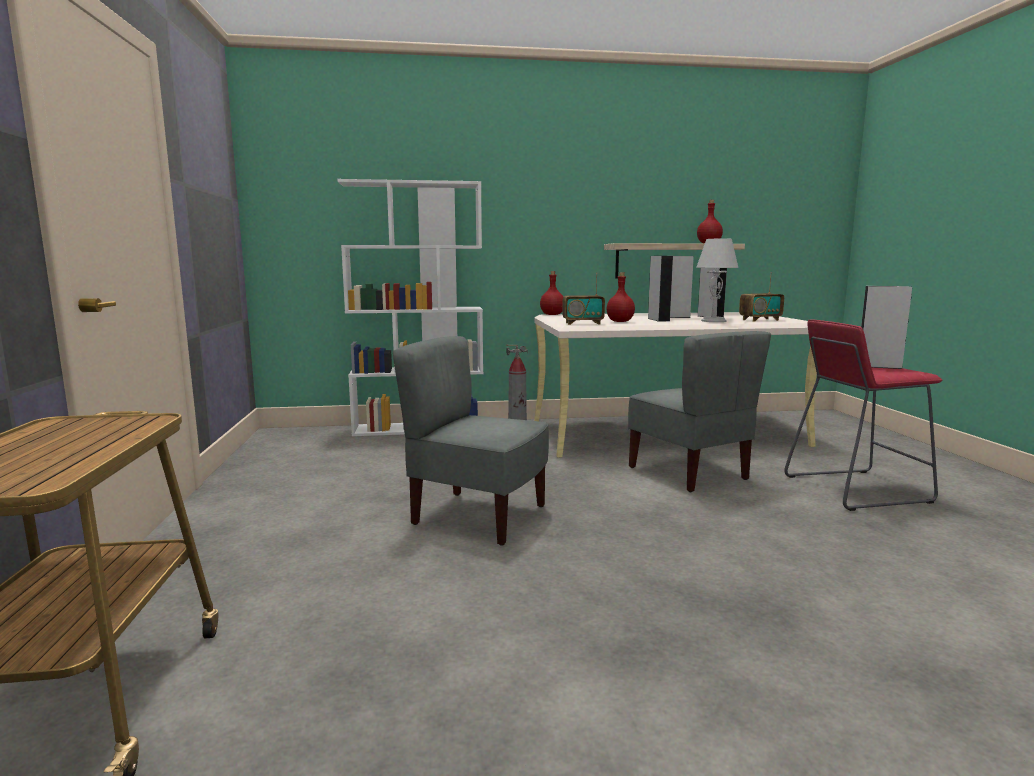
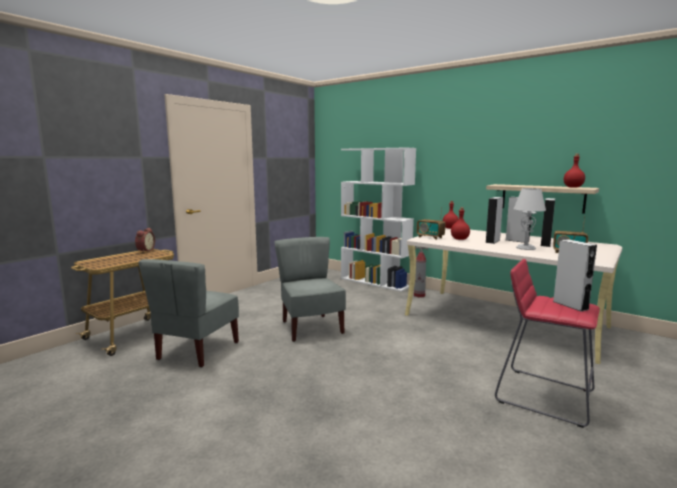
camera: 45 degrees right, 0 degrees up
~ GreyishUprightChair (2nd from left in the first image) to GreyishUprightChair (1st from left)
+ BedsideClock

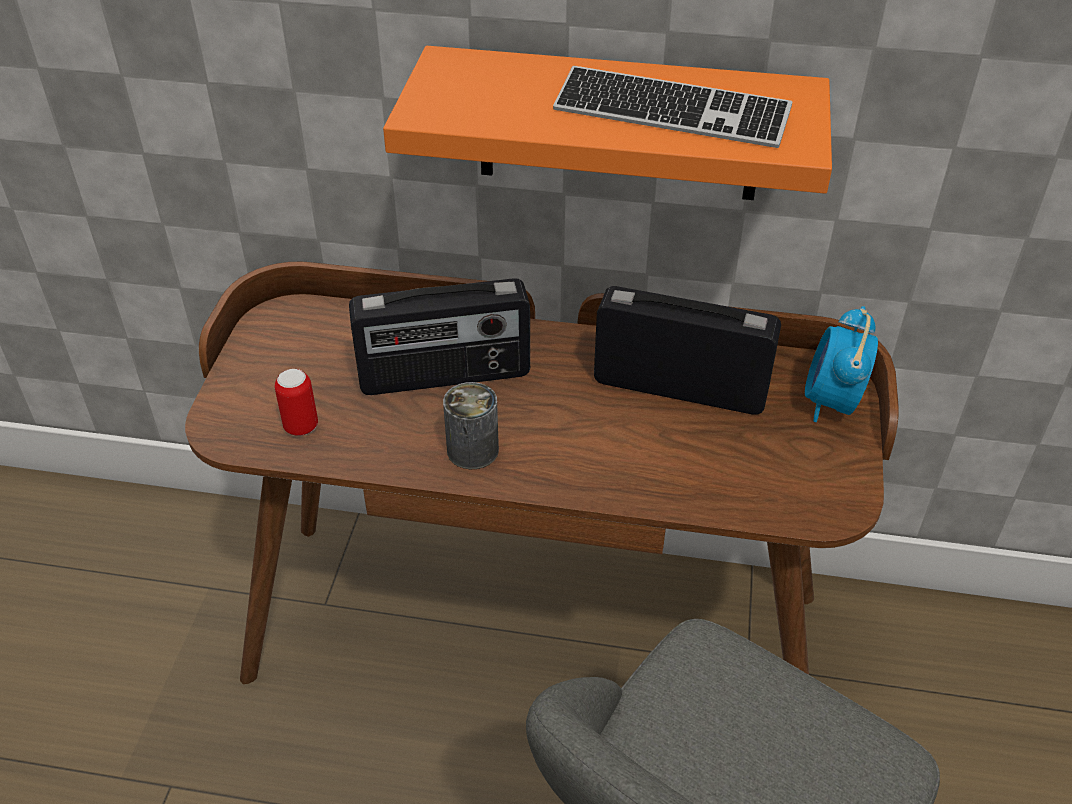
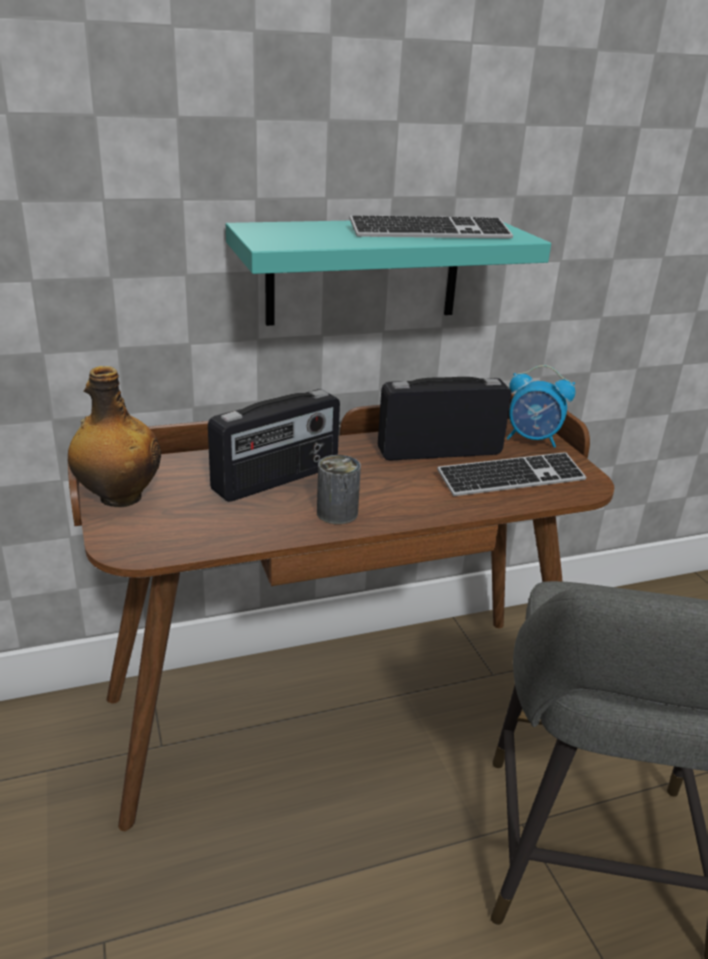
camera: 30 degrees left, 15 degrees down
~ OrangeColouredWallShelf to BlueGreenWallShelf
~ BedsideClock 60 degrees counterclockwise
- SealedCan (1st from left)
+ BeverageBottle
+ PcKeyboard (2nd from left)

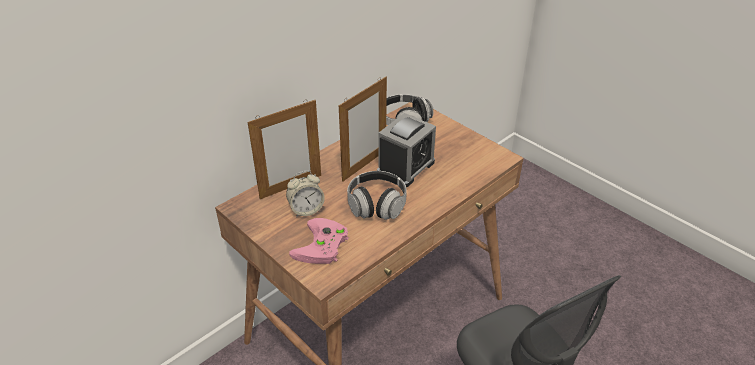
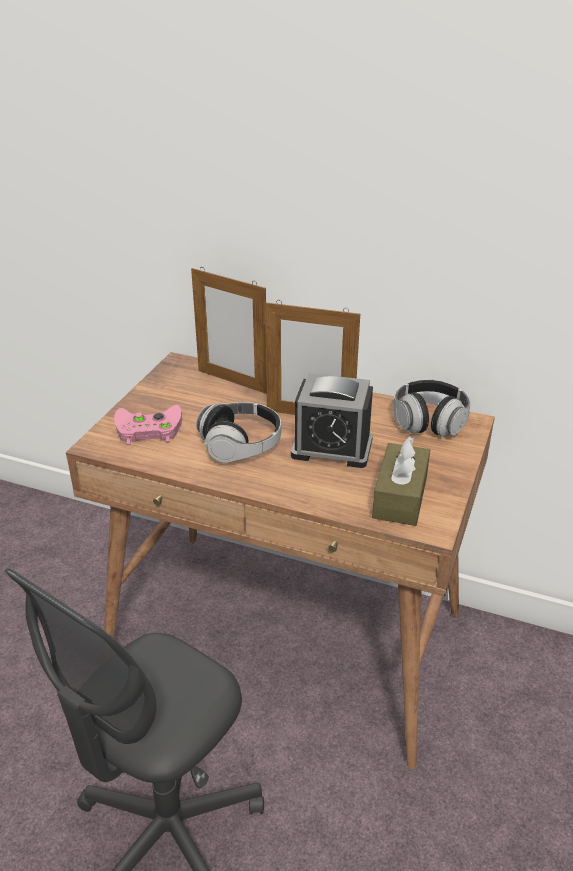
camera: 65 degrees right, 5 degrees down
- BedsideClock (1st from left)
+ BrownTissueBox

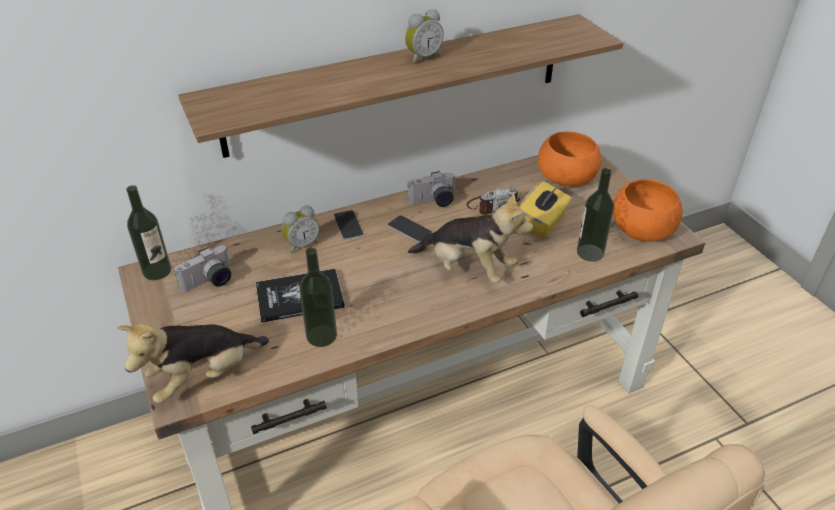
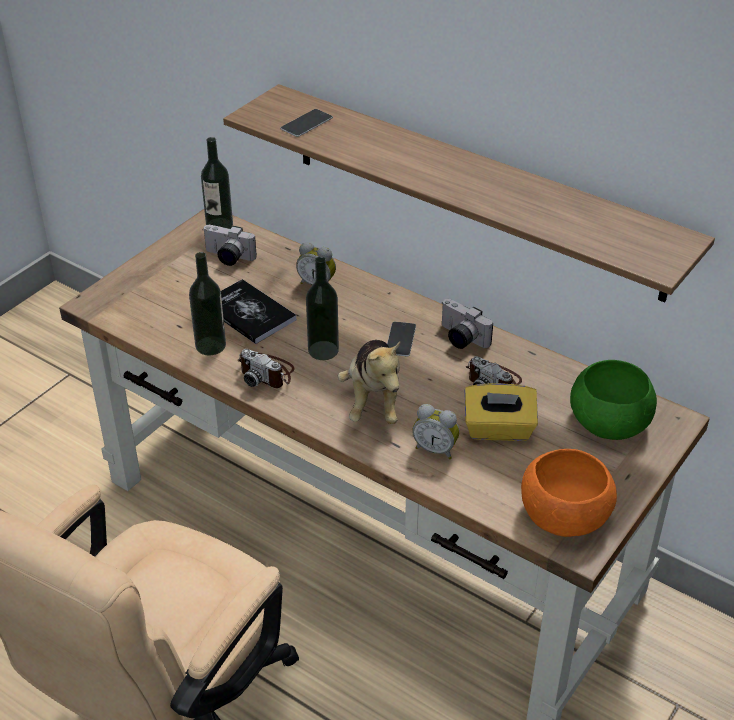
camera: 60 degrees right, 0 degrees up
~ BedsideClock (2nd from left)
~ OrangeColouredBowl (1st from left) to GreenishBowl
~ BeverageBottle (3rd from left)
~ Telephone (1st from left)
- SoftToy (1st from left)
+ PhotoCamera (2nd from left)

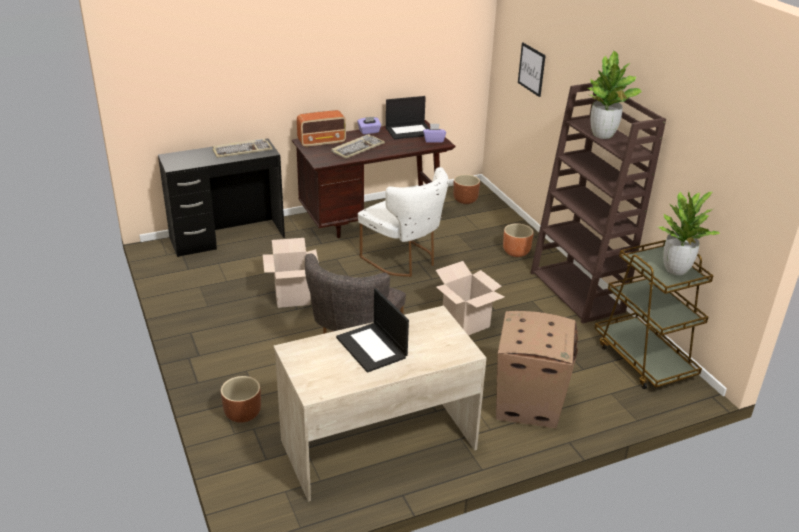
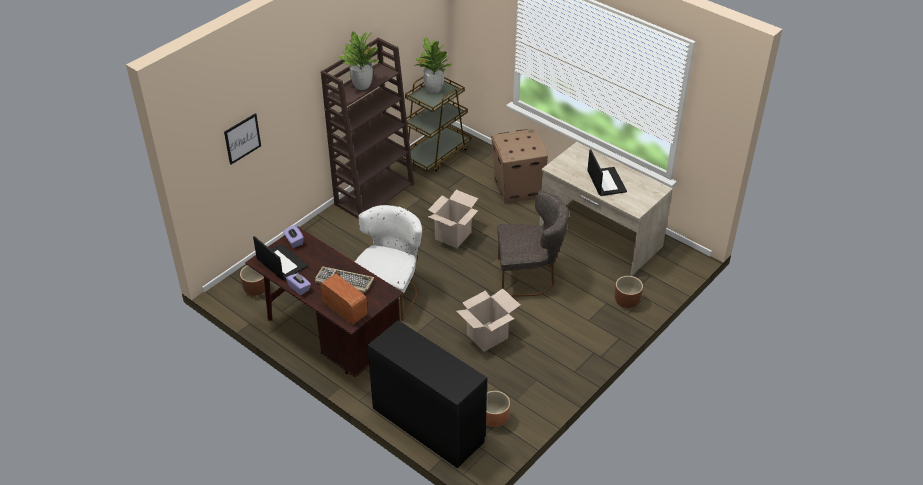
camera: 115 degrees left, 10 degrees up
- PcKeyboard (1st from left)
~ BrownFlowerPot (3rd from left in the first image) to BrownFlowerPot (2nd from left)
~ PortableComputer (1st from left in the first image) 45 degrees counterclockwise

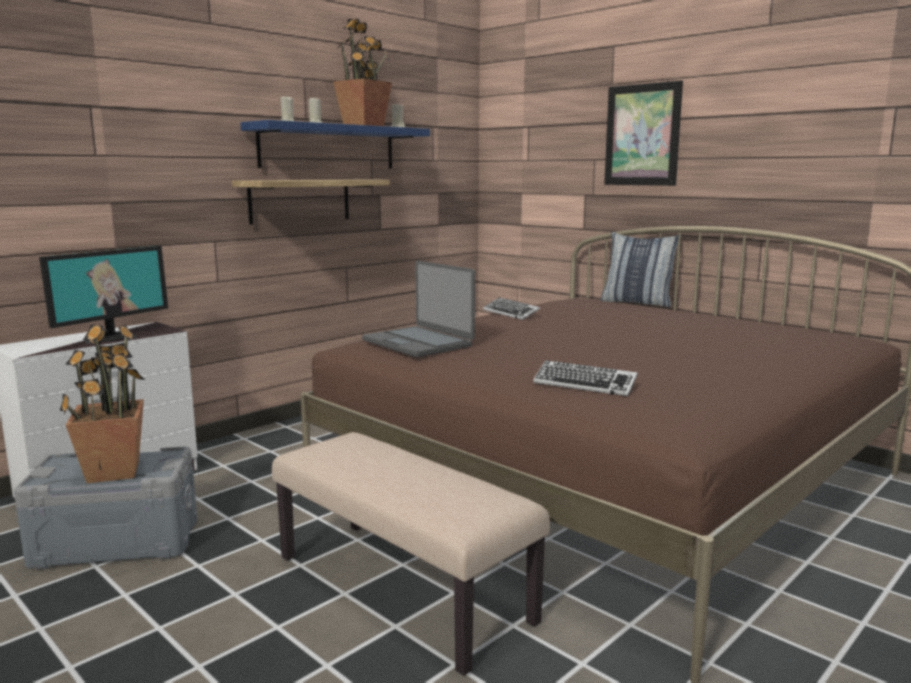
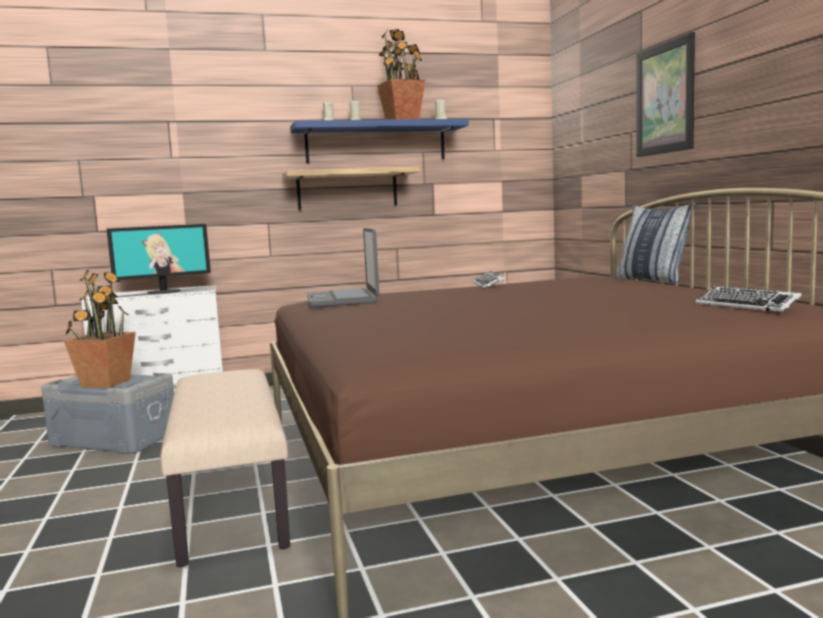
camera: 30 degrees right, 5 degrees down
~ PcKeyboard (2nd from left)

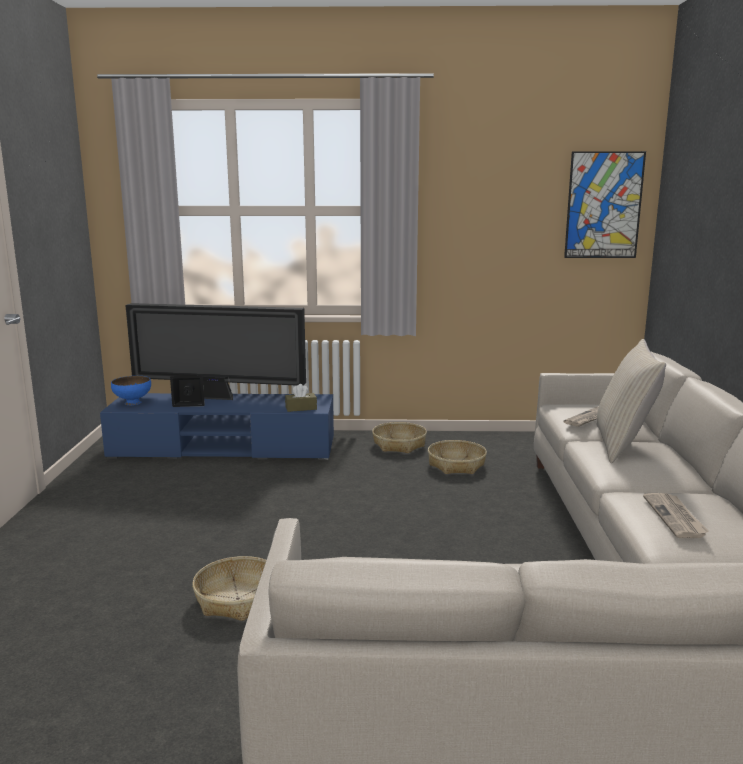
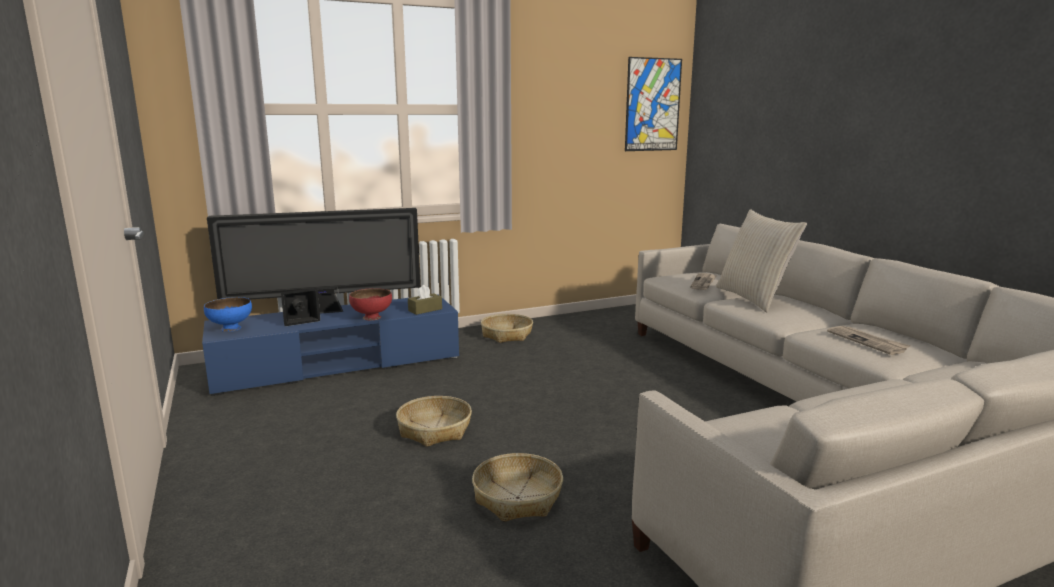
camera: 25 degrees left, 0 degrees up
~ Basket (3rd from left in the first image) to Basket (1st from left)
+ ReddishBowl

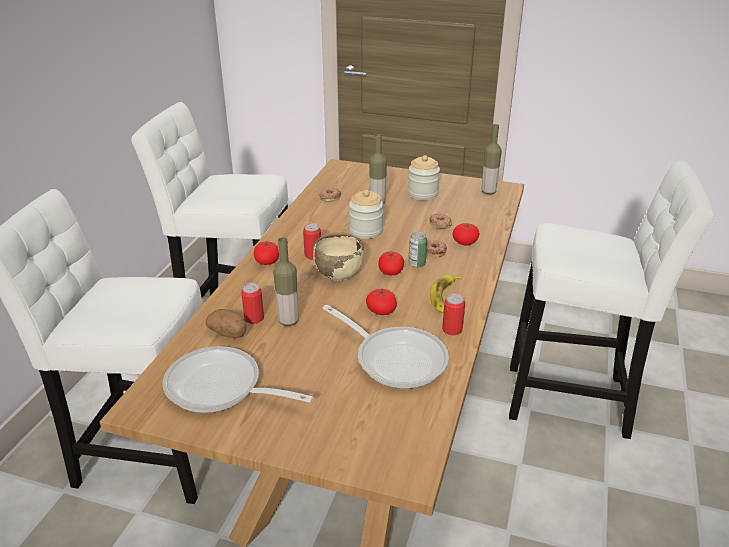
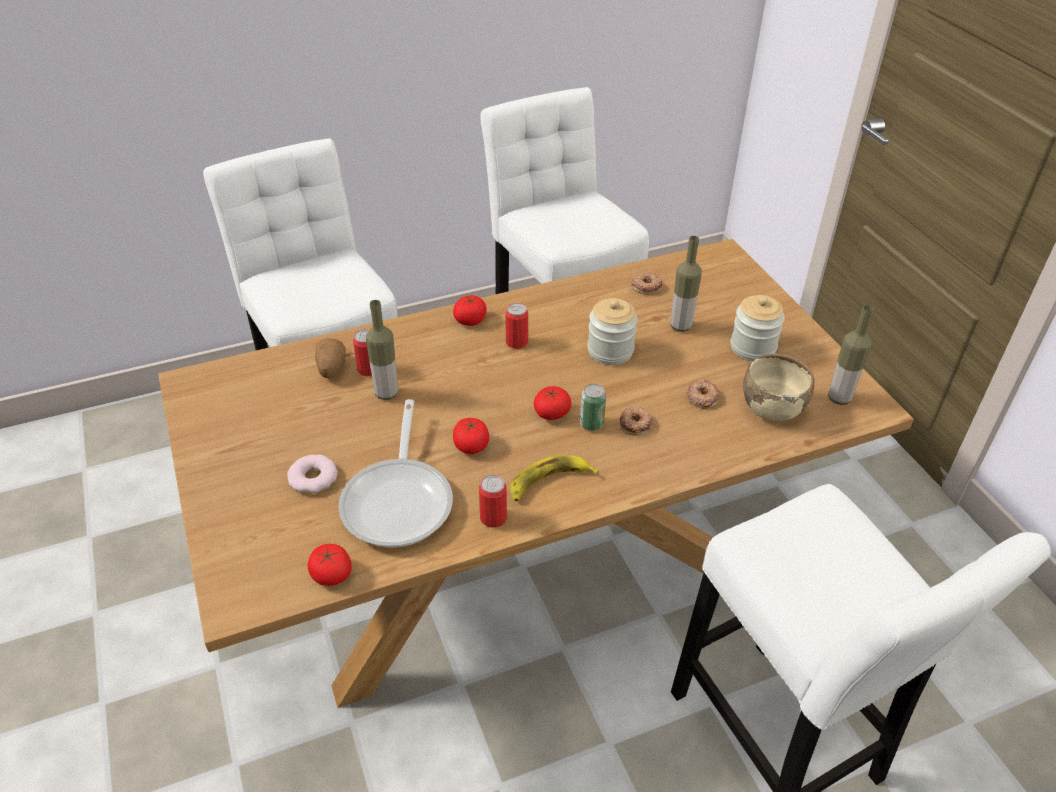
camera: 50 degrees right, 10 degrees up
~ Tomato (4th from left in the first image) to Tomato (1st from left)
~ SandColouredBowl
- FryingPan (1st from left)
+ Doughnut (1st from left)

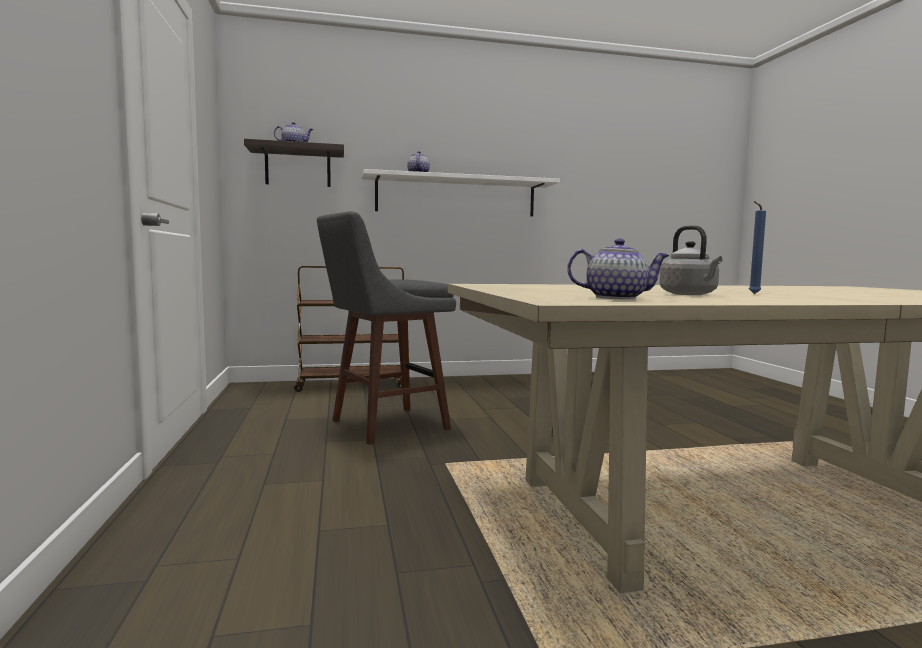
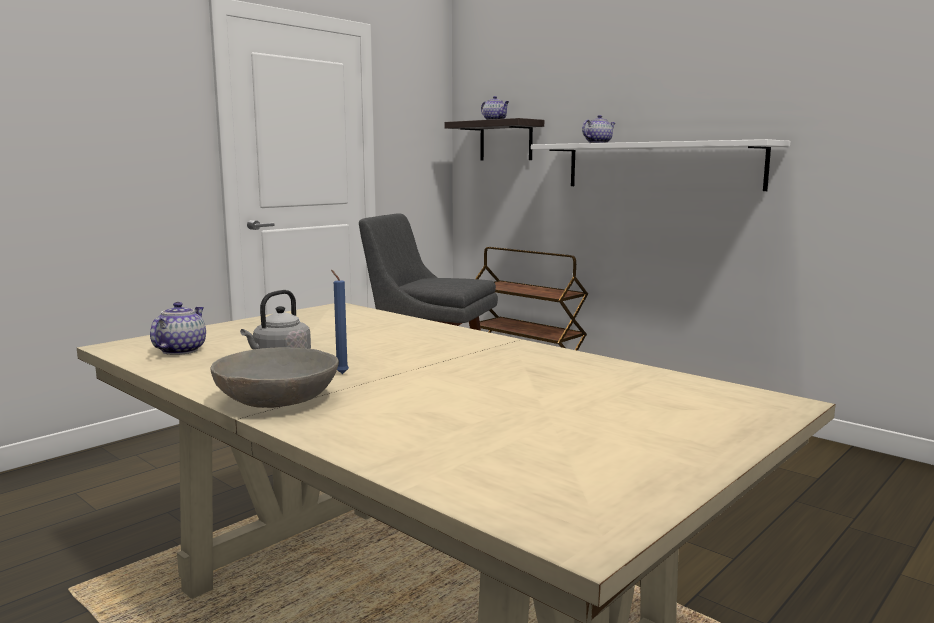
camera: 55 degrees right, 5 degrees up
~ Teapot (3rd from left in the first image) 135 degrees counterclockwise
+ GreyishBowl

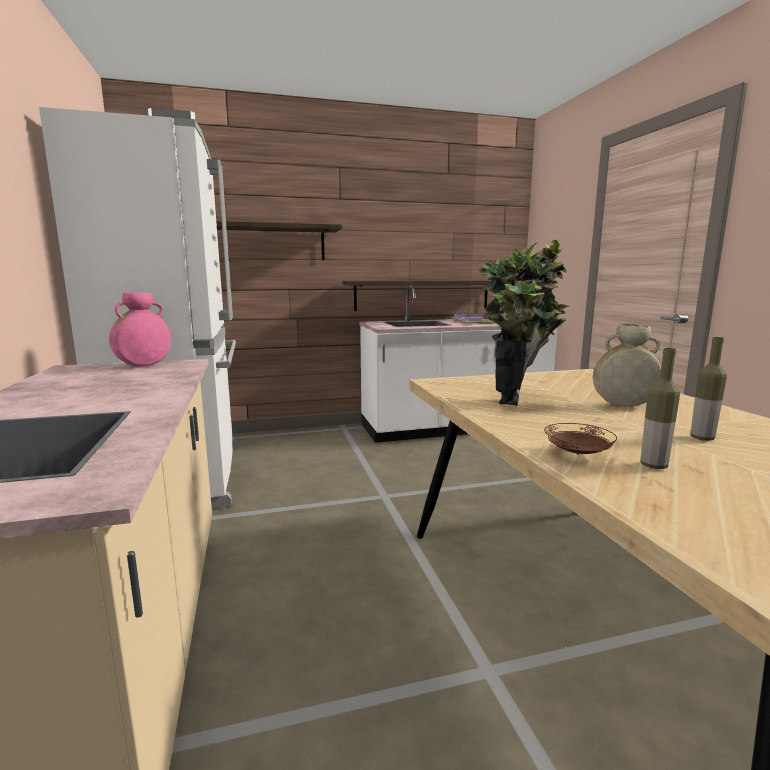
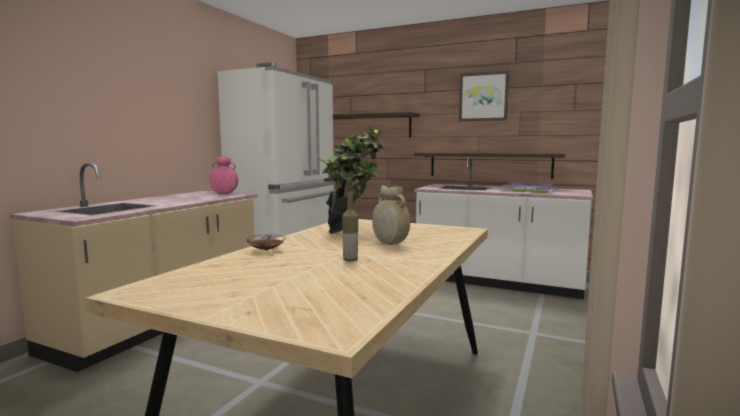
camera: 40 degrees right, 5 degrees down
- BeverageBottle (1st from left)
+ WallPicture

